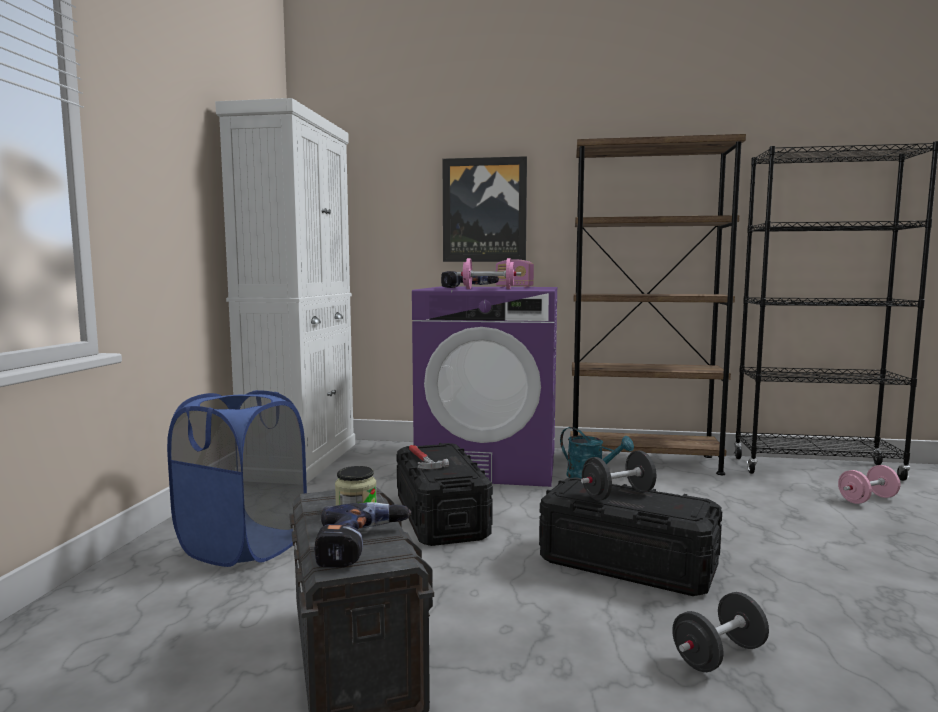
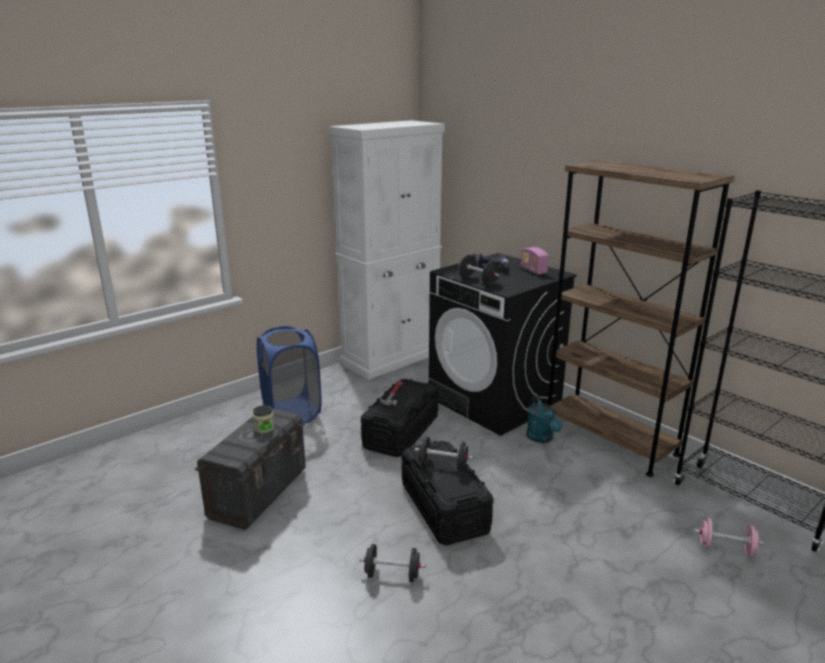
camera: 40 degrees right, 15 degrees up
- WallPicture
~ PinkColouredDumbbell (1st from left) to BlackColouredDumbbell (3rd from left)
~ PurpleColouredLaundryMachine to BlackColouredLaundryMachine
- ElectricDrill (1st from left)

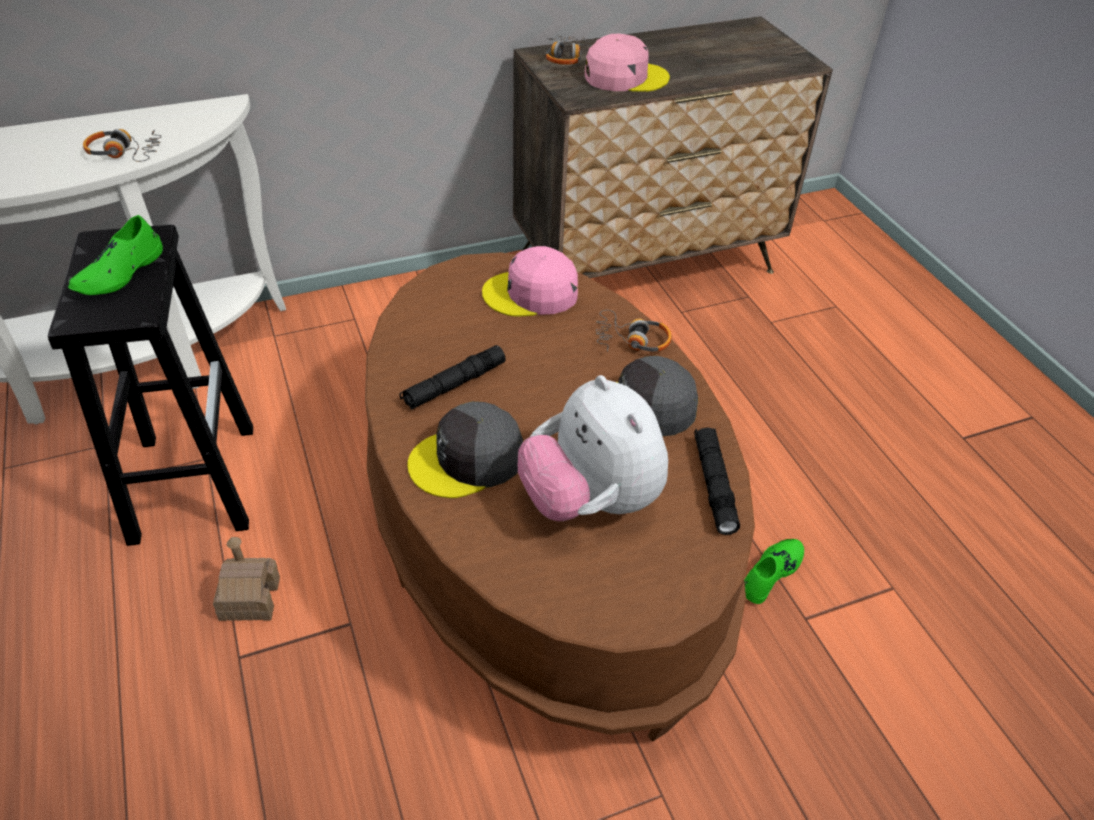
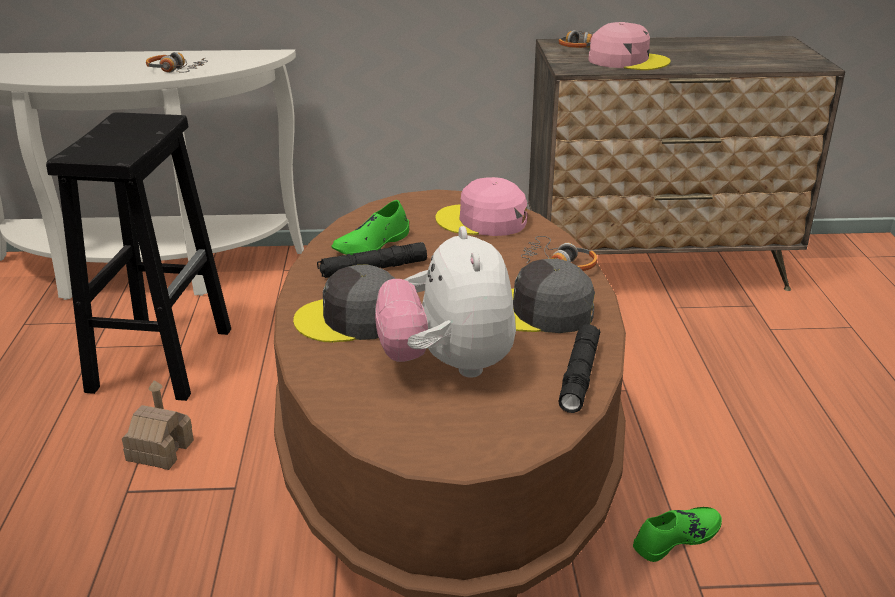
camera: 20 degrees right, 15 degrees down
~ GreenishShoe (1st from left)

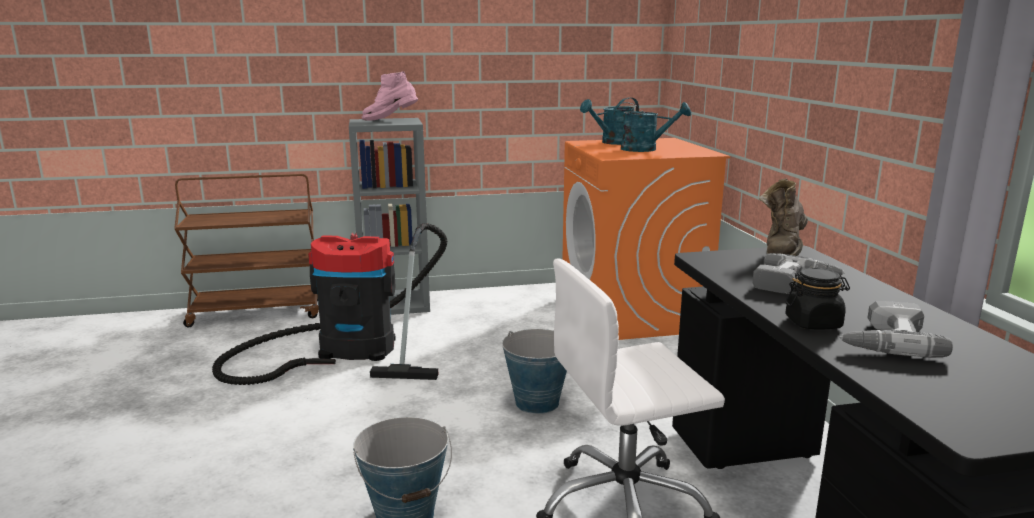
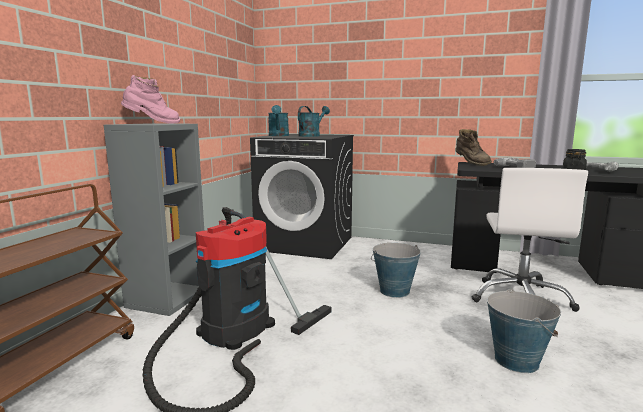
camera: 60 degrees left, 5 degrees down
~ PinkColouredTallBoot 135 degrees counterclockwise
~ OrangeColouredLaundryMachine to BlackColouredLaundryMachine

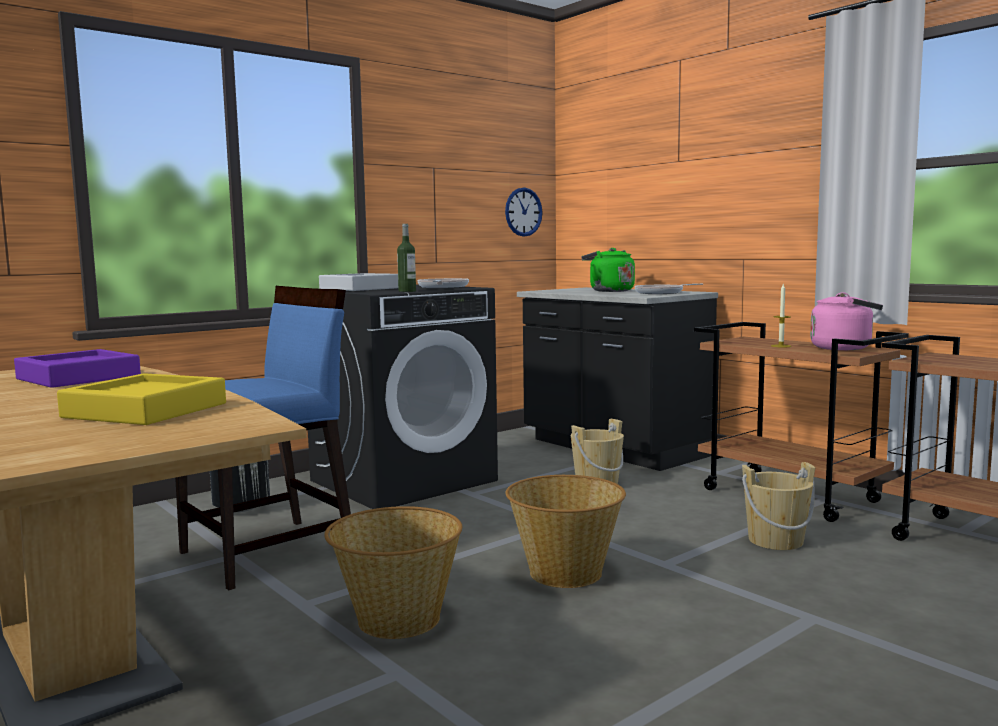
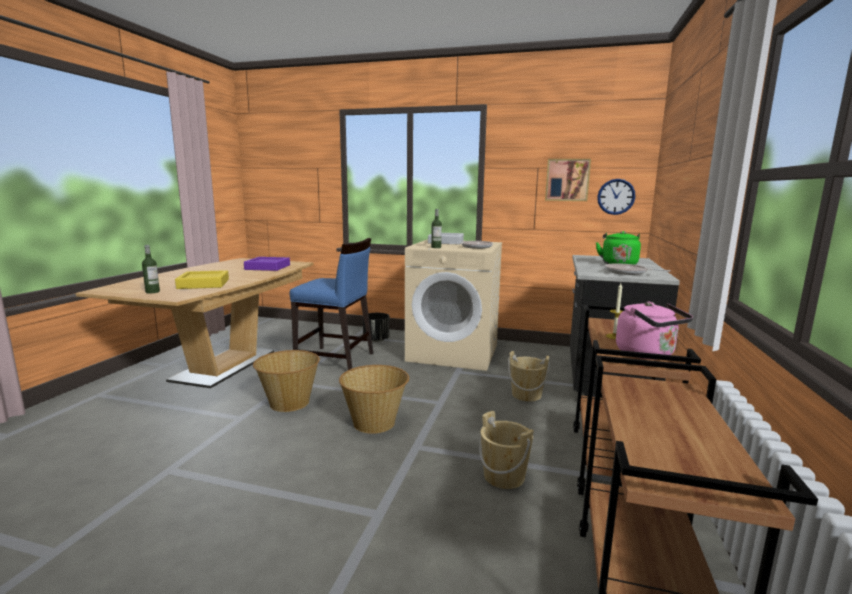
camera: 55 degrees right, 5 degrees up
~ BlackColouredLaundryMachine to SandColouredLaundryMachine
+ WallPicture
+ BeverageBottle (1st from left)

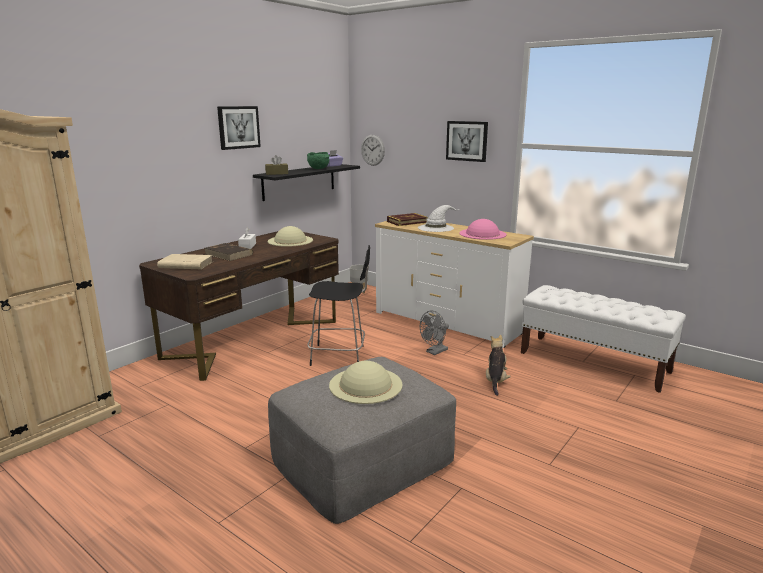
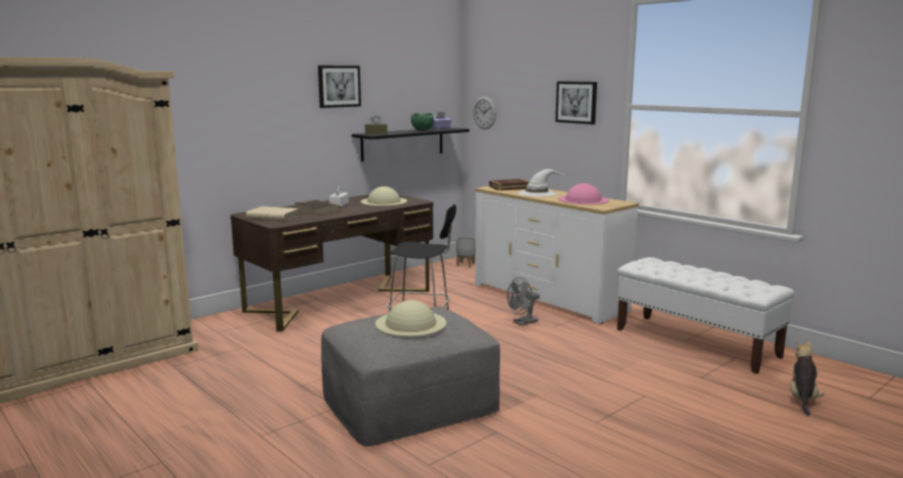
camera: 10 degrees right, 5 degrees down
~ SoftToy

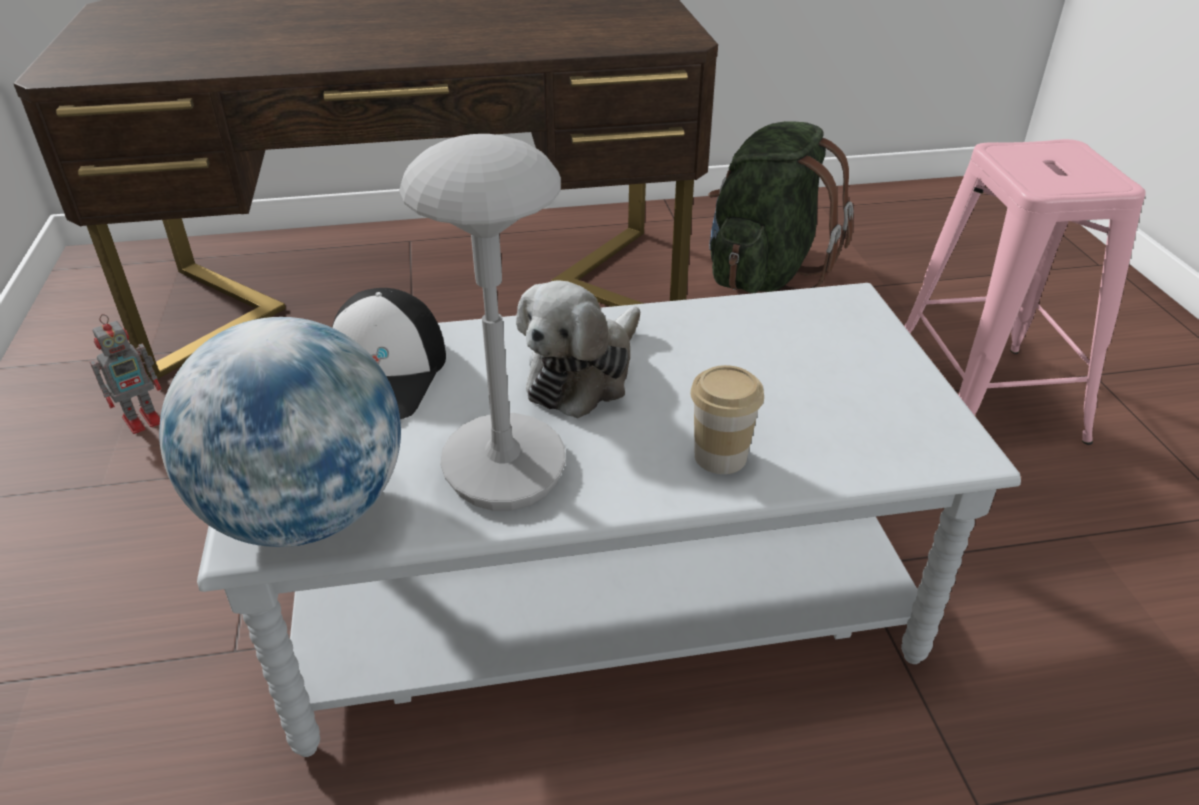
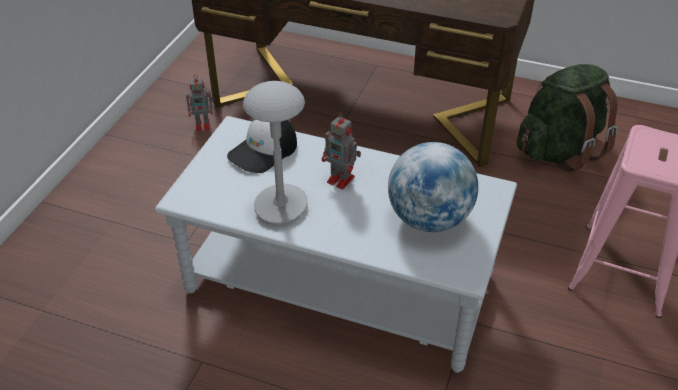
camera: 30 degrees right, 5 degrees up
~ SoftToy to ModelRobot (2nd from left)
~ Globe
- Cup

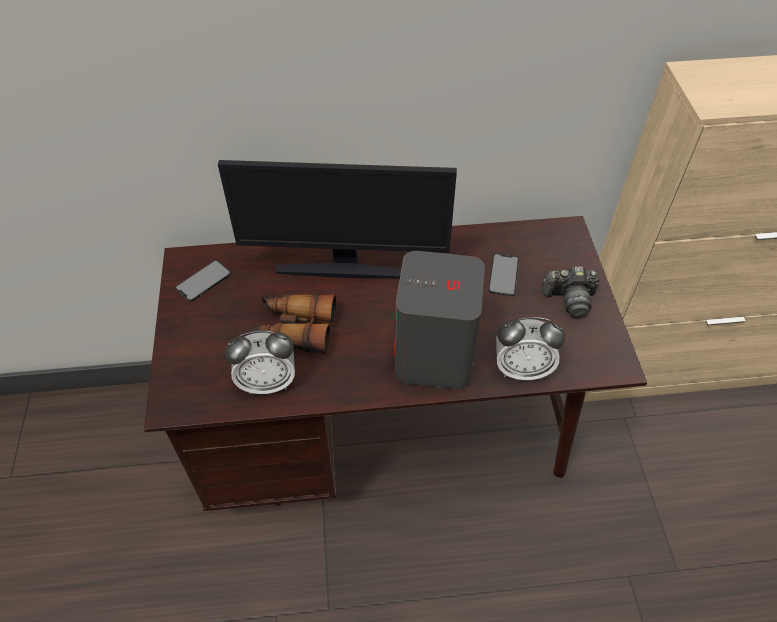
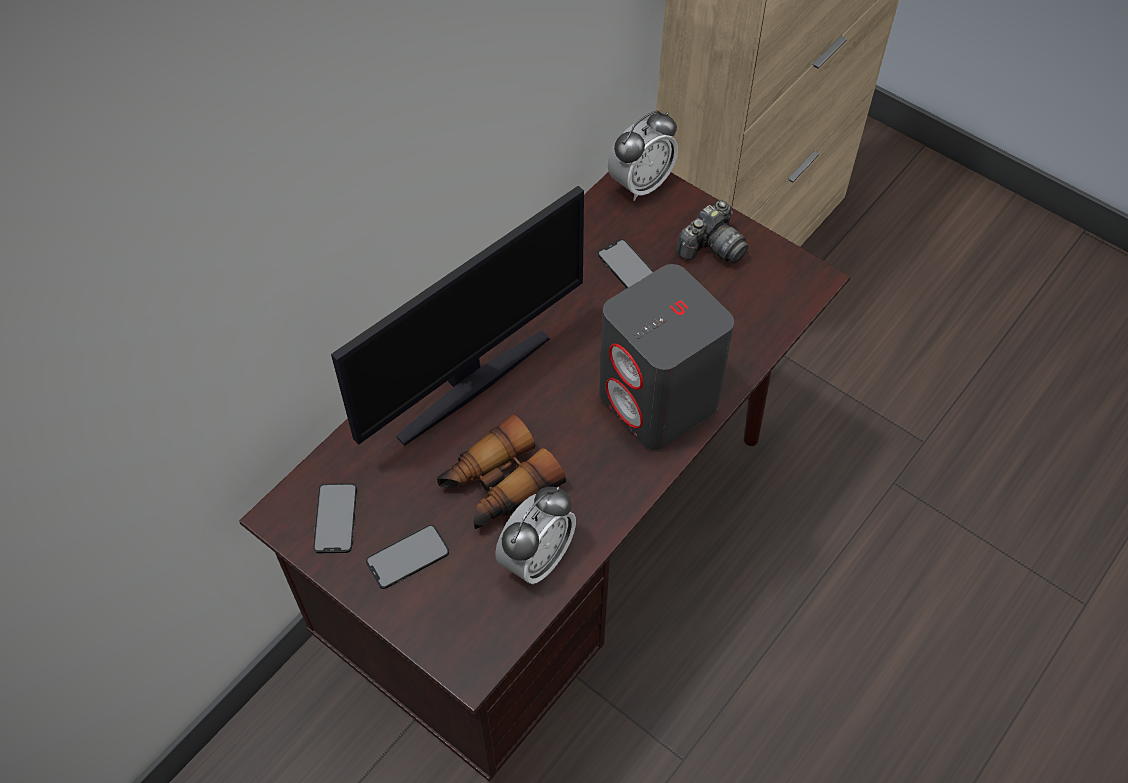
camera: 45 degrees left, 5 degrees up
~ BedsideClock (2nd from left)
+ Telephone (2nd from left)

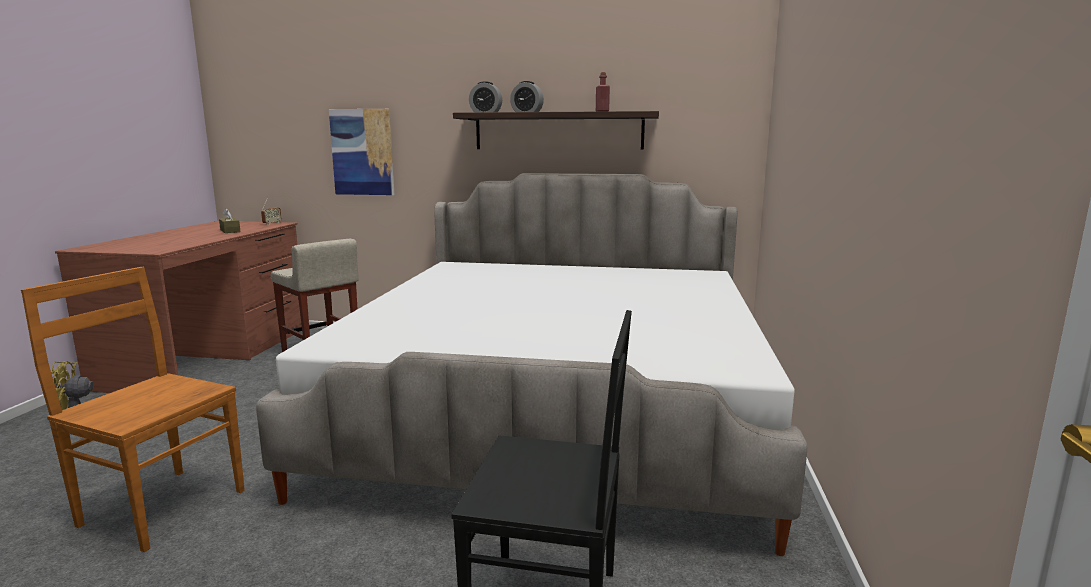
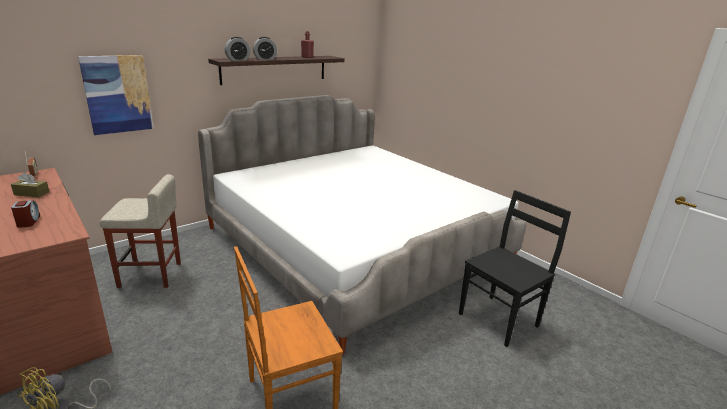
camera: 50 degrees left, 10 degrees up
+ BedsideClock (1st from left)

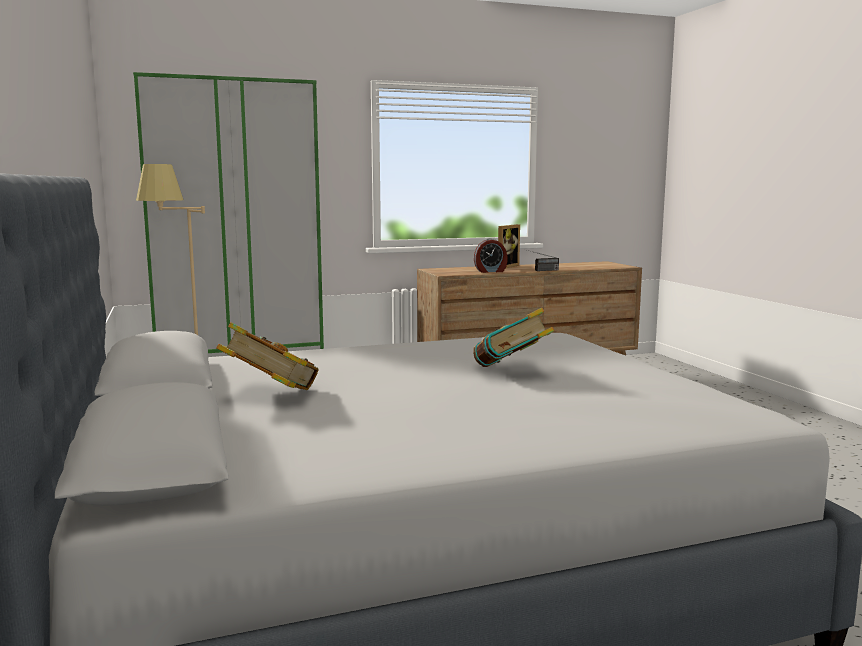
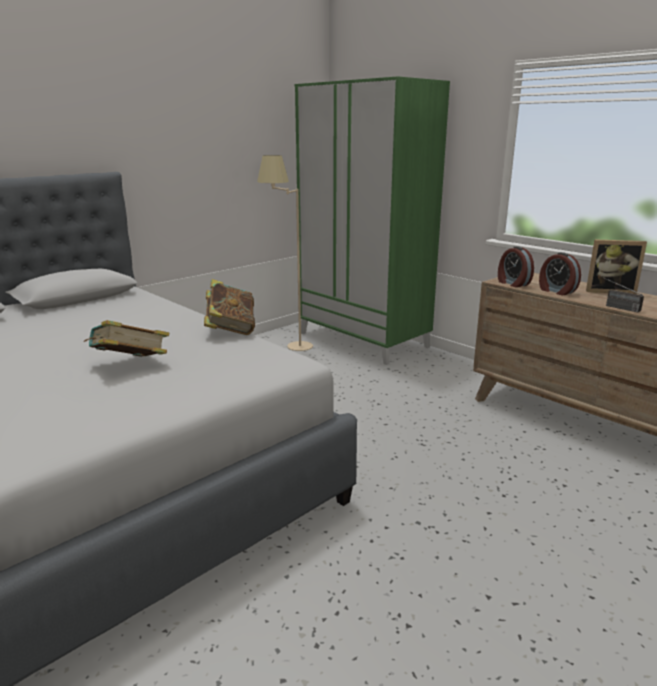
camera: 65 degrees right, 10 degrees up
~ Book (1st from left in the first image) to Book (2nd from left)
+ BedsideClock (1st from left)

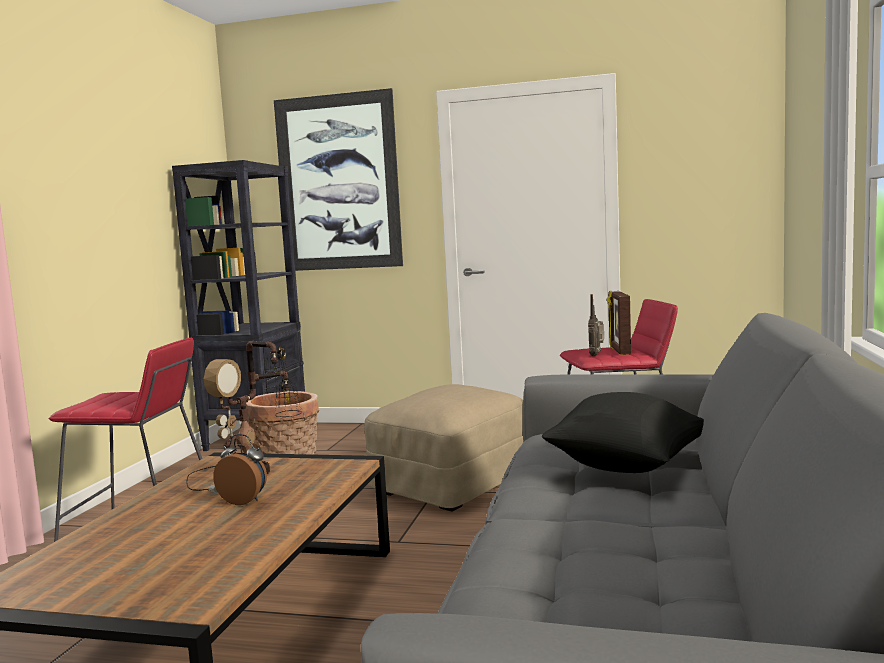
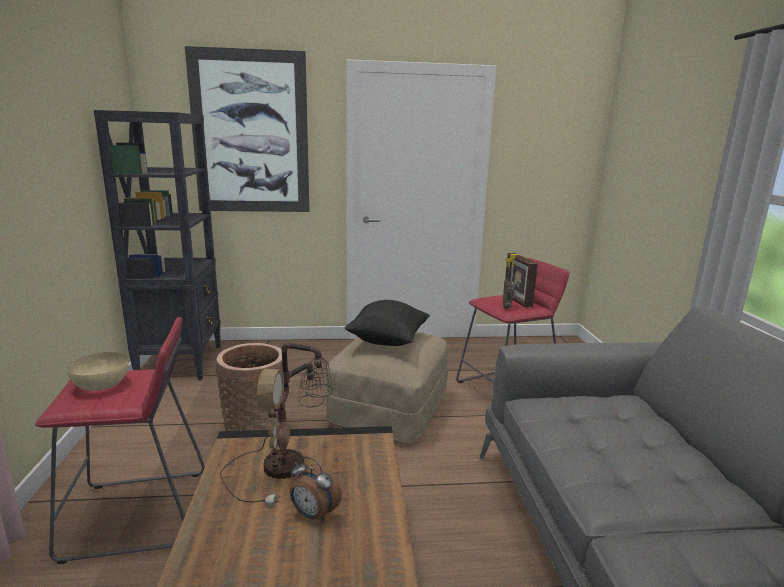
camera: 20 degrees left, 10 degrees up
~ BlackColouredCushion
~ BedsideClock 150 degrees counterclockwise
+ SandColouredBowl

